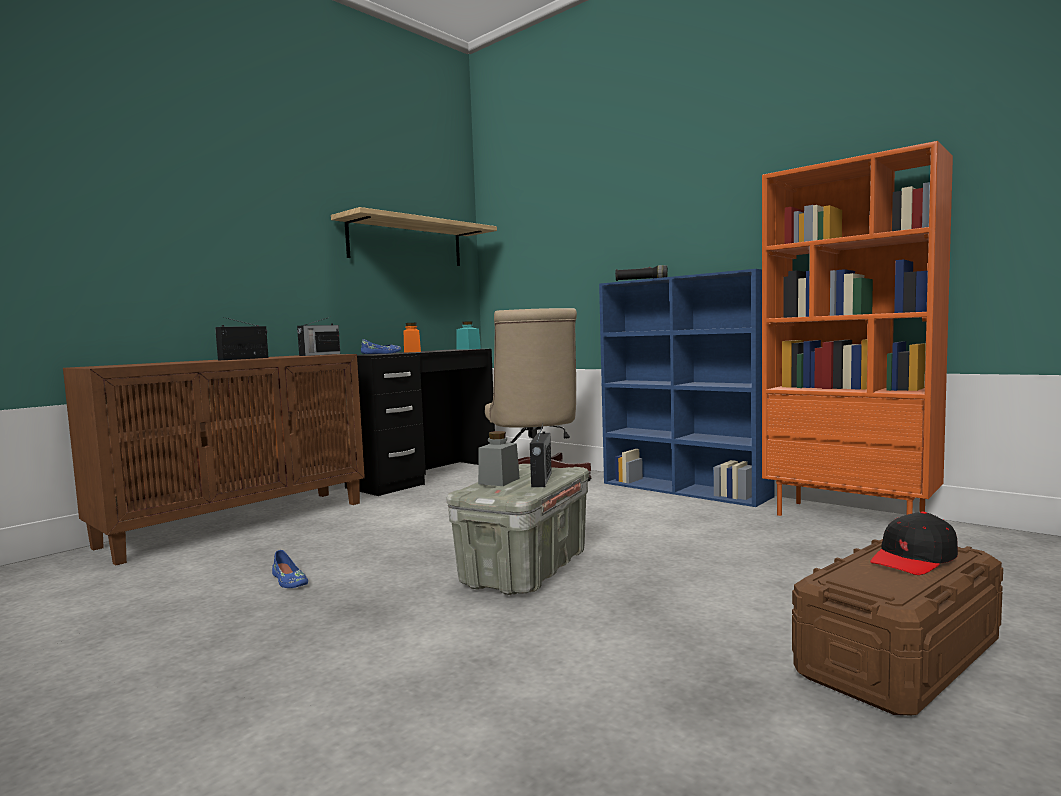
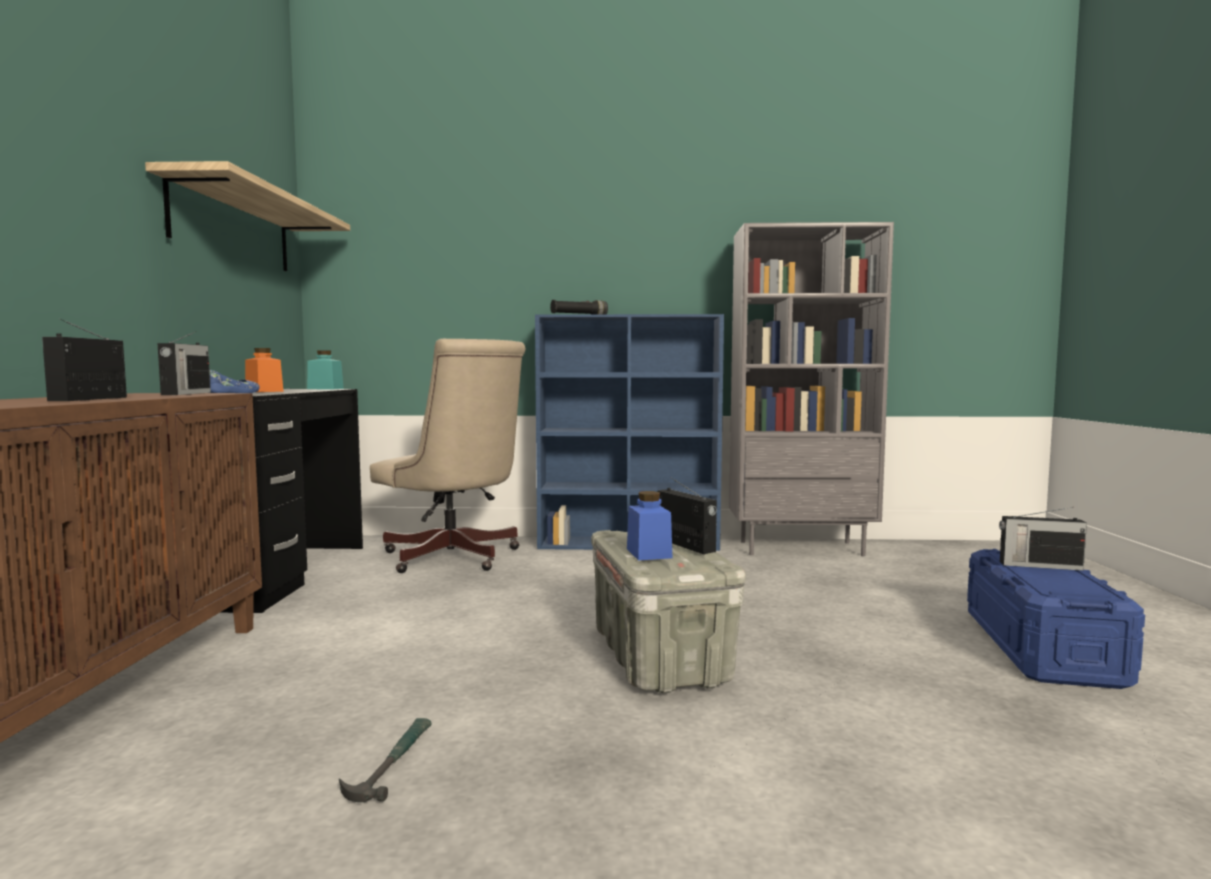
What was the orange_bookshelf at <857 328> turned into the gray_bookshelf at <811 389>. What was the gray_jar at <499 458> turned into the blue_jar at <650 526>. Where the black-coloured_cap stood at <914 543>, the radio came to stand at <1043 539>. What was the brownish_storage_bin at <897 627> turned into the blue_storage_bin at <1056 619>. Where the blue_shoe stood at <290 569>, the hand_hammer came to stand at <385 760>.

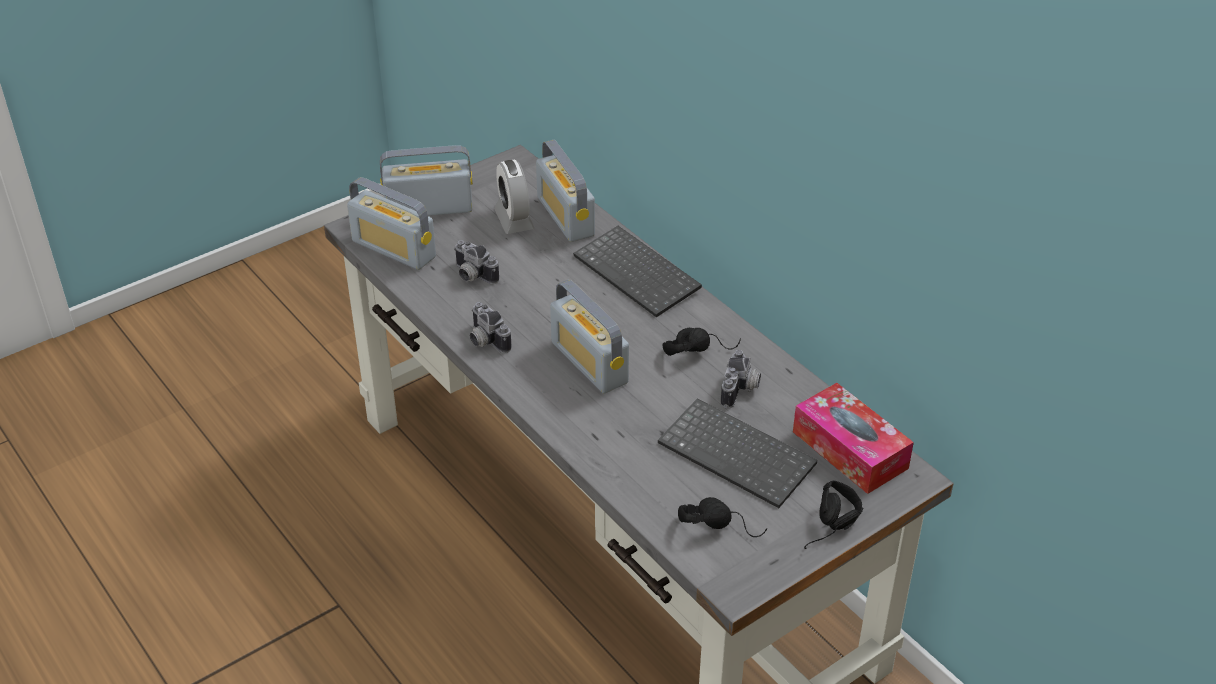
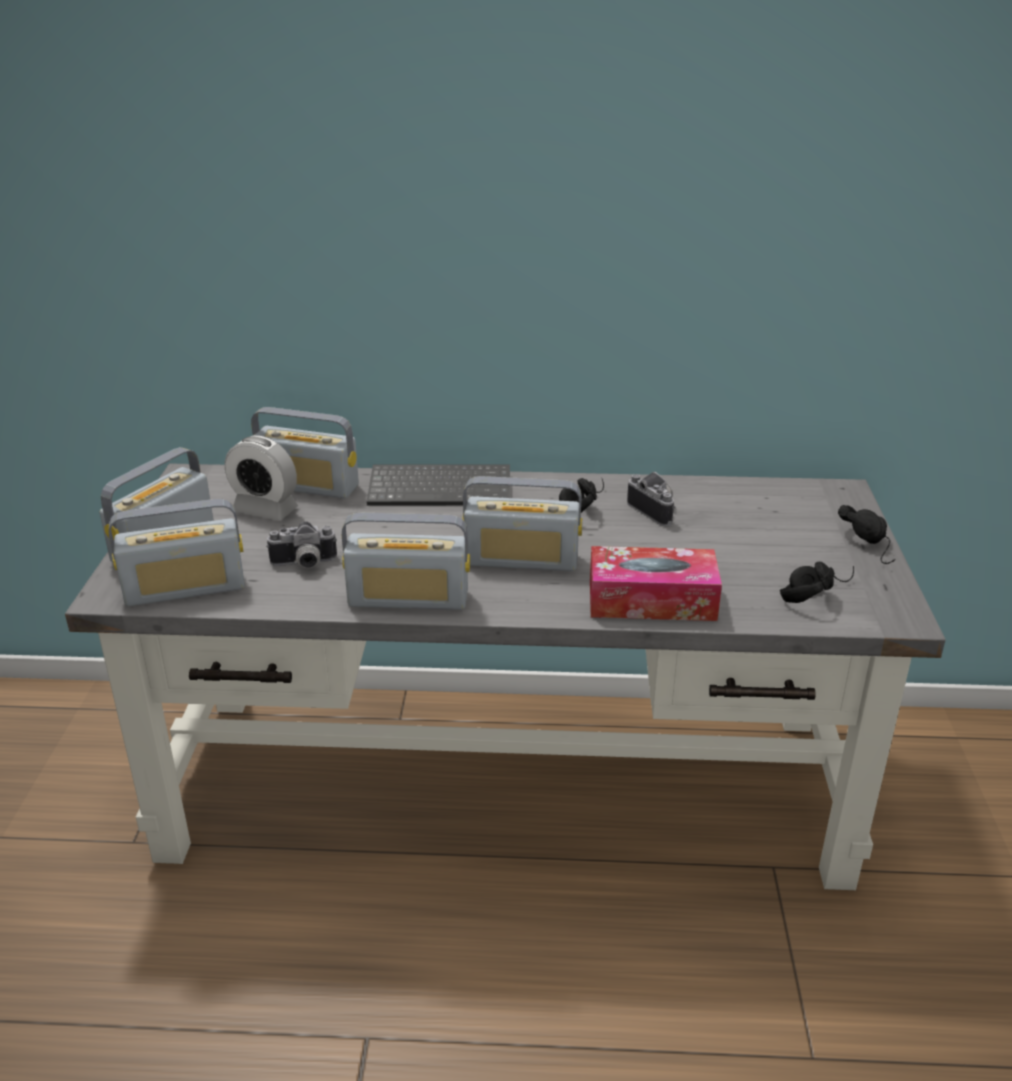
Where the still_camera stood at <491 327>, the radio came to stand at <406 561>. The tissue_holder ended up elsewhere, having gone from <853 438> to <656 583>. The second view lost the keyboard at <737 453>.

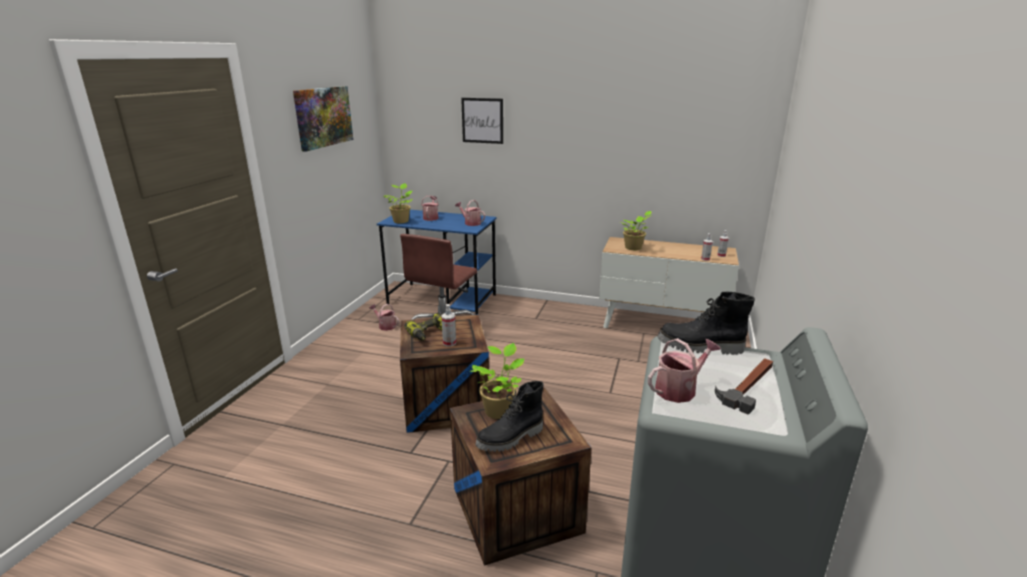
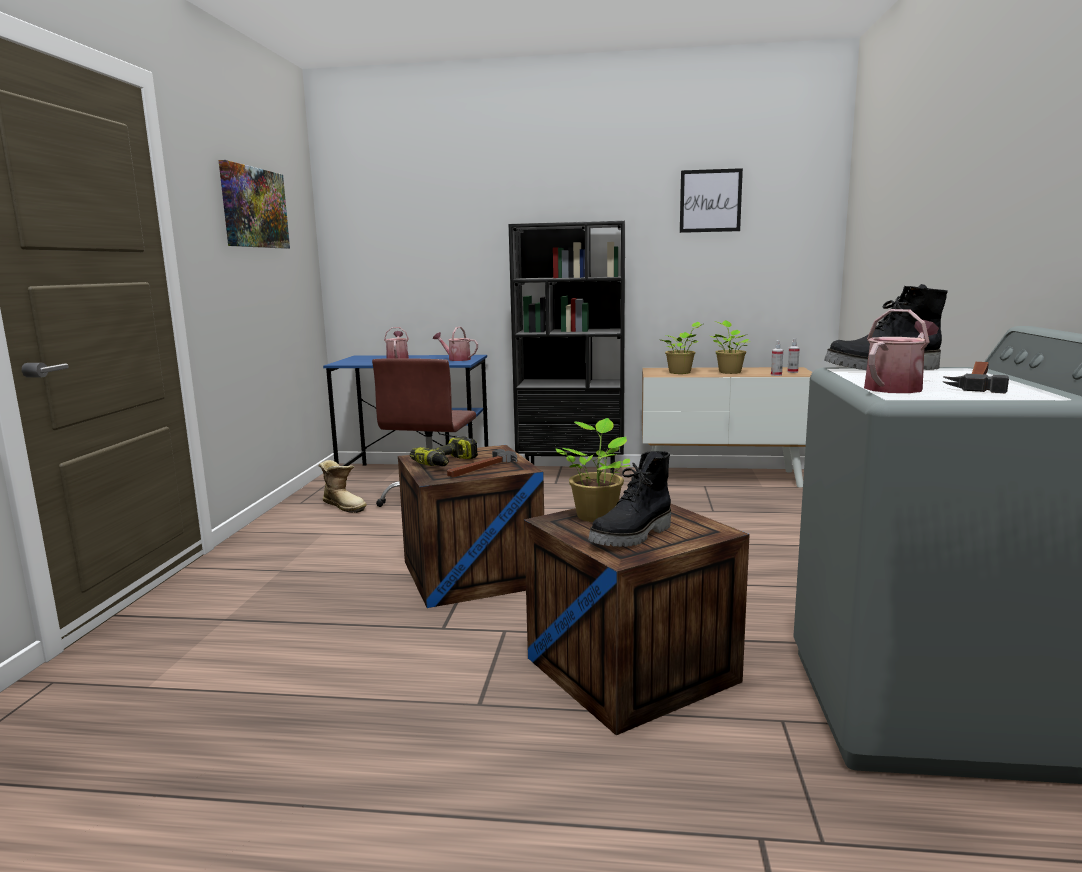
The wall_art ended up elsewhere, having gone from <482 121> to <711 200>. The houseplant ended up elsewhere, having gone from <398 203> to <731 347>. Where the watering_can stood at <384 317>, the tall_boot came to stand at <343 486>. Where the spray_bottle stood at <448 325>, the hand_hammer came to stand at <482 463>. The second view gained the black-coloured_bookshelf at <566 347>.

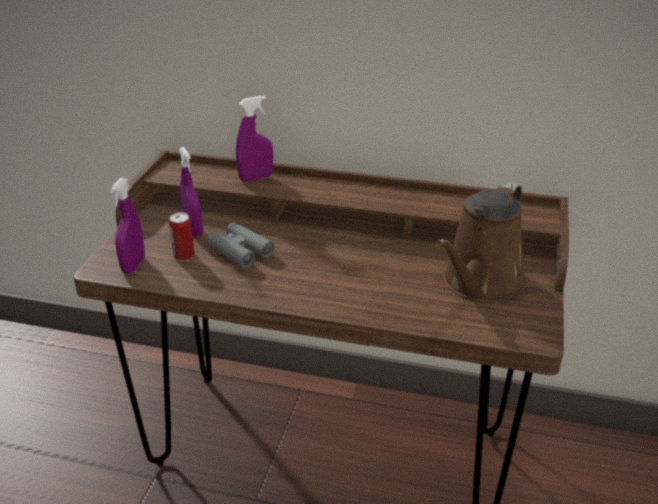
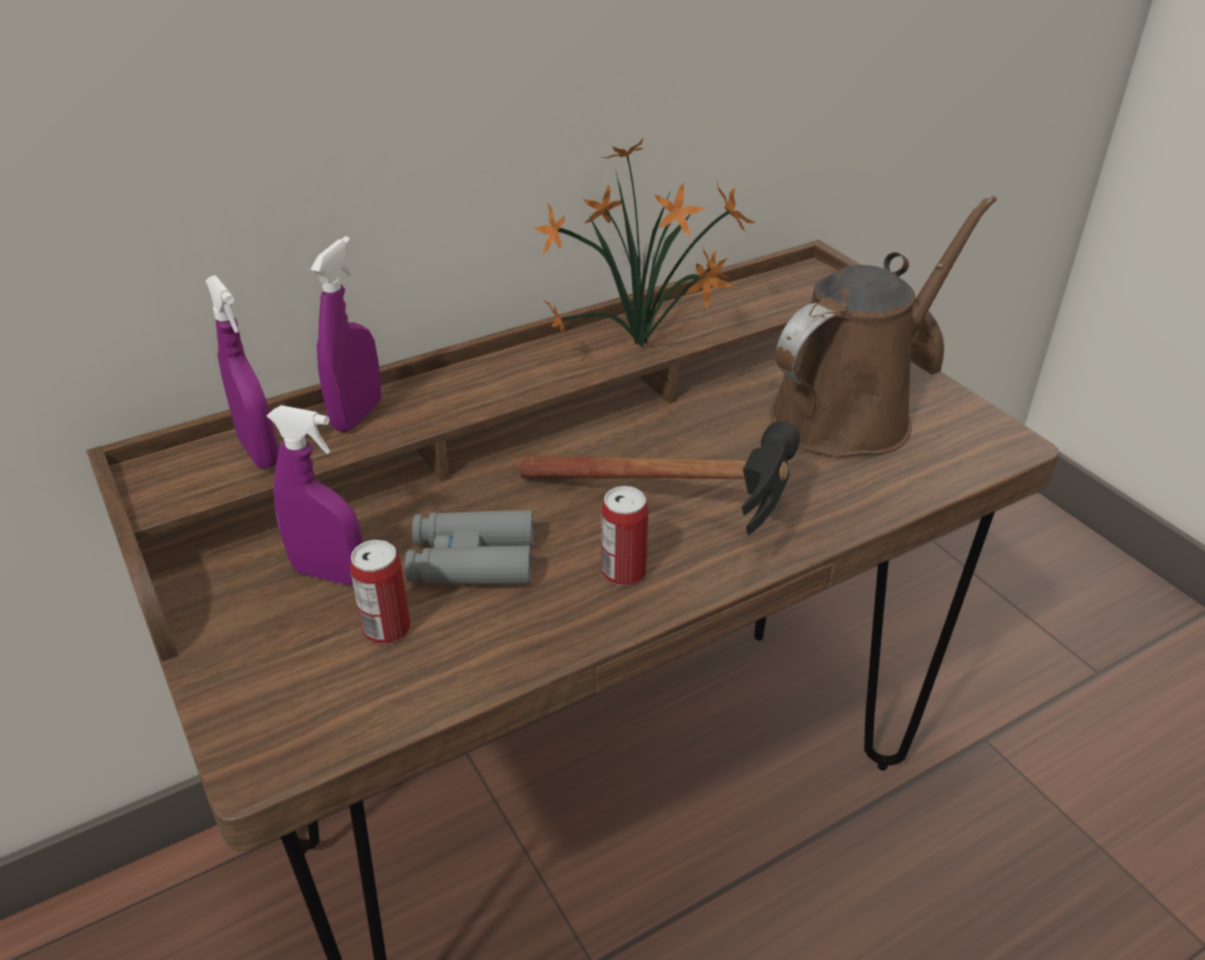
The purplish_spray_bottle ended up elsewhere, having gone from <127 226> to <242 371>. The brownish_watering_can at <481 242> ended up facing another way, 120 degrees counterclockwise from before. The second view gained the houseplant at <645 243>. The second view gained the hand_hammer at <659 478>. The second view gained the metal_can at <625 536>.

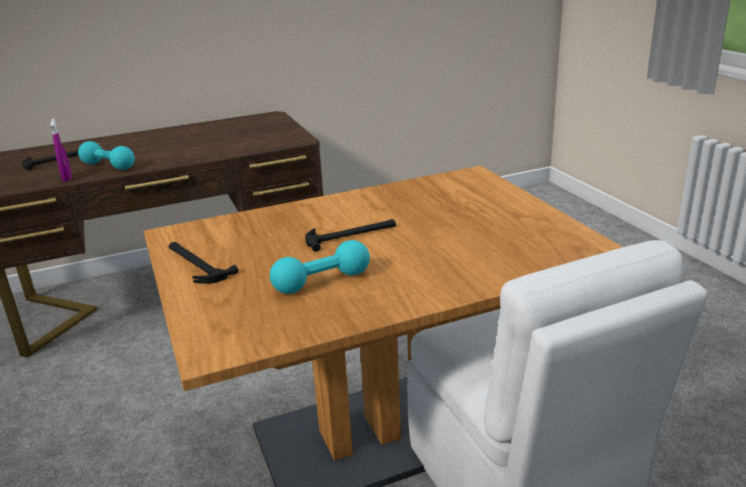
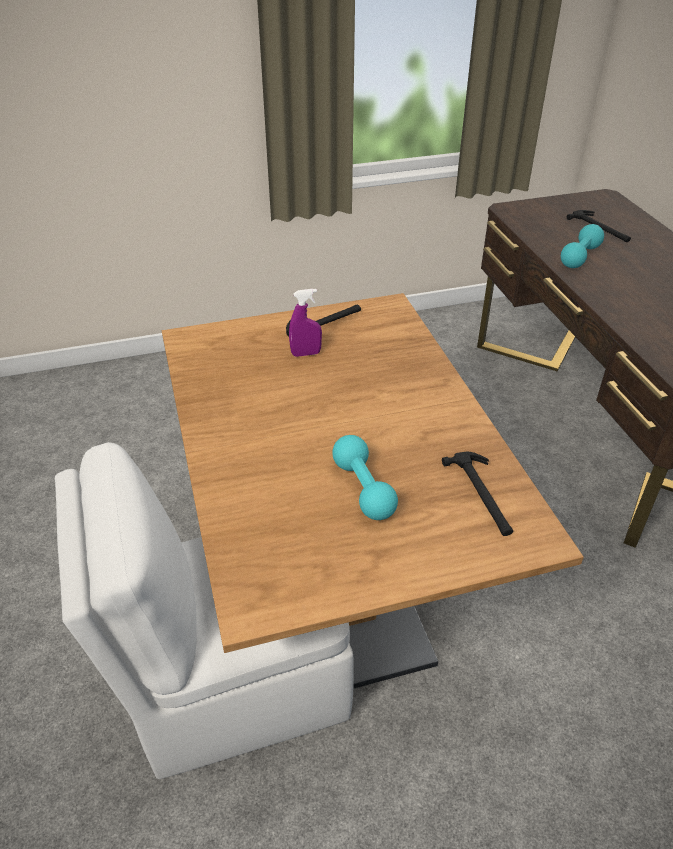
The purplish_spray_bottle ended up elsewhere, having gone from <61 150> to <305 323>. The hand_hammer ended up elsewhere, having gone from <350 235> to <477 494>. The turquoise-coloured_hand_weight ended up elsewhere, having gone from <320 267> to <365 477>.

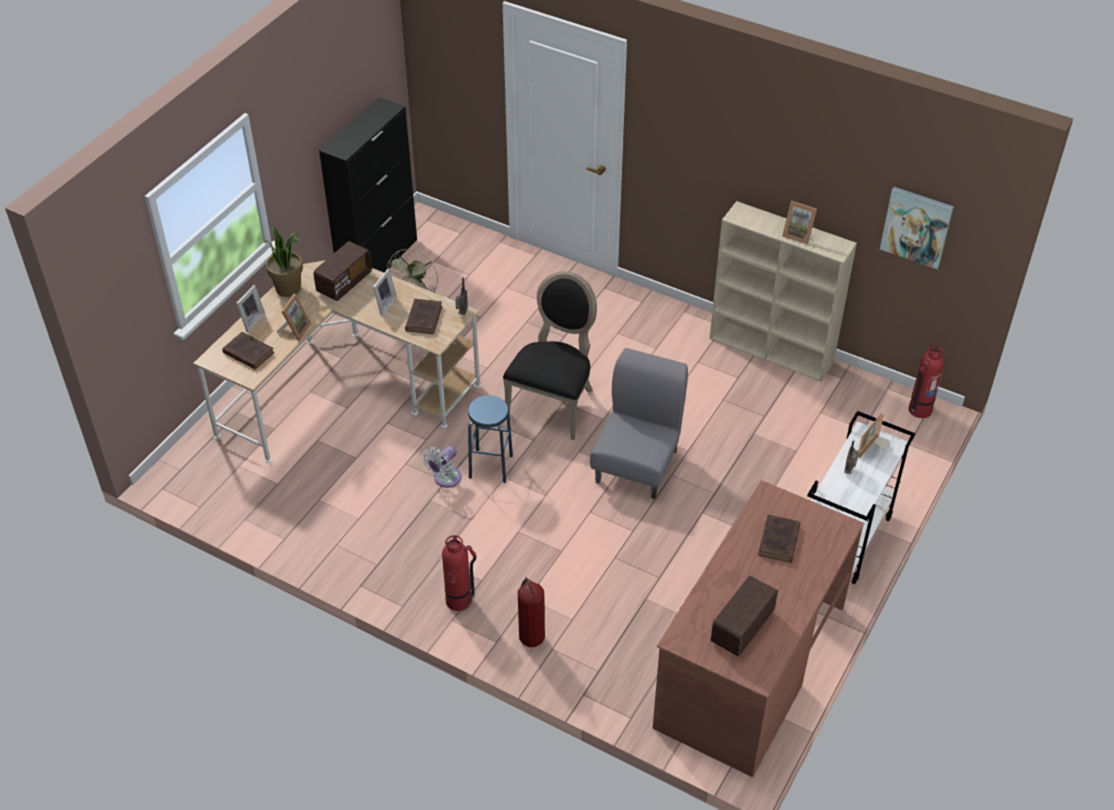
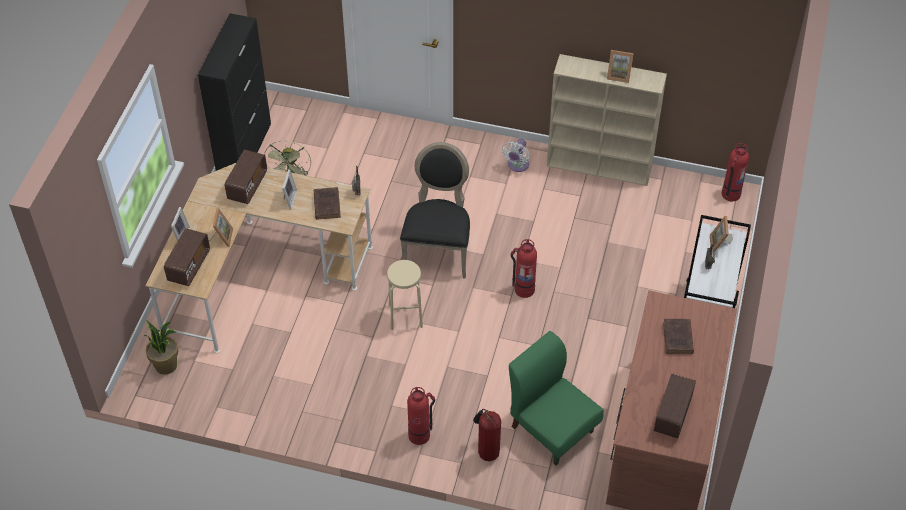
The second view lost the wall_art at <917 228>. The houseplant ended up elsewhere, having gone from <284 261> to <161 347>. Where the brownish_book stood at <248 350>, the radio came to stand at <187 257>. Where the gray_upright_chair stood at <639 423>, the extinguisher came to stand at <524 268>. What was the blue_stool at <490 439> turned into the beige_stool at <405 295>. The white_cooling_fan ended up elsewhere, having gone from <442 467> to <516 155>. The second view gained the green-coloured_upright_chair at <556 398>.

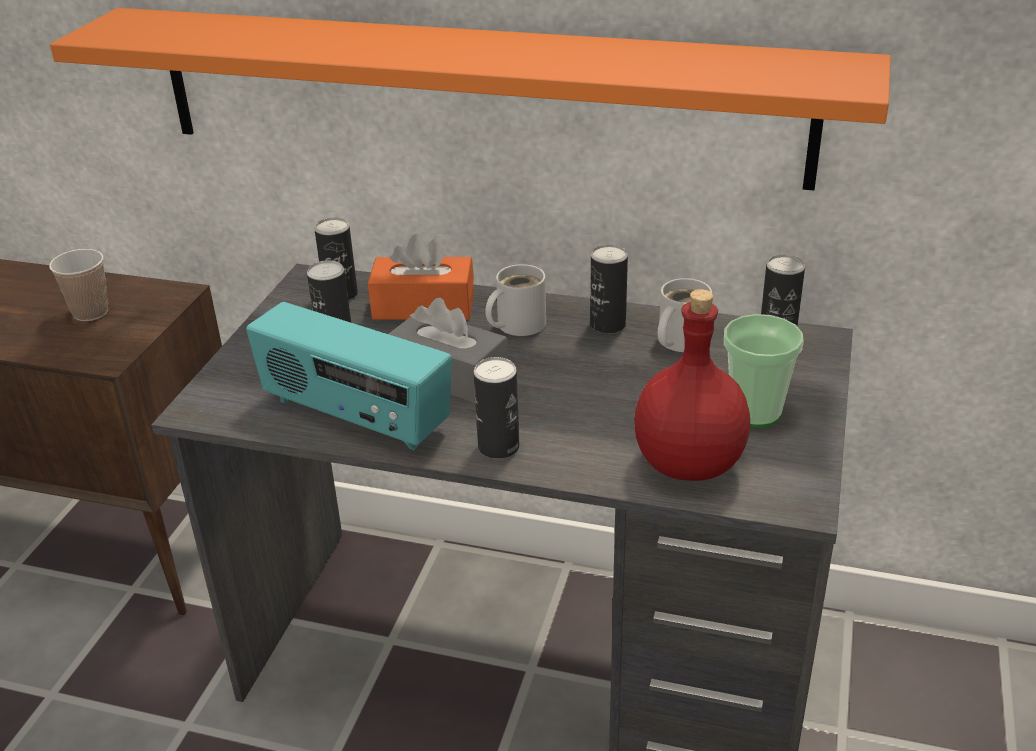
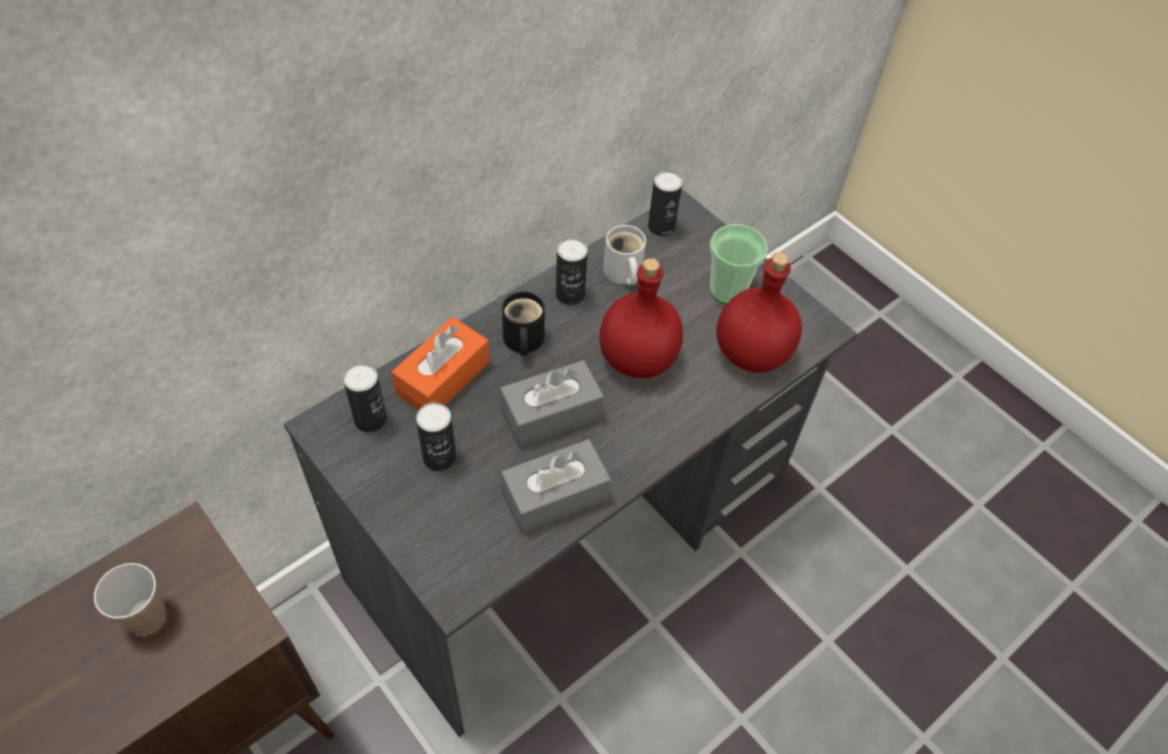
The second view lost the orange_shelf at <470 99>. What was the white_mug at <515 300> turned into the black-coloured_mug at <523 323>. Where the radio stood at <349 376>, the gray_tissue_holder came to stand at <556 486>. The second view lost the metal_can at <496 408>. The second view gained the red-coloured_beverage_bottle at <641 318>.

